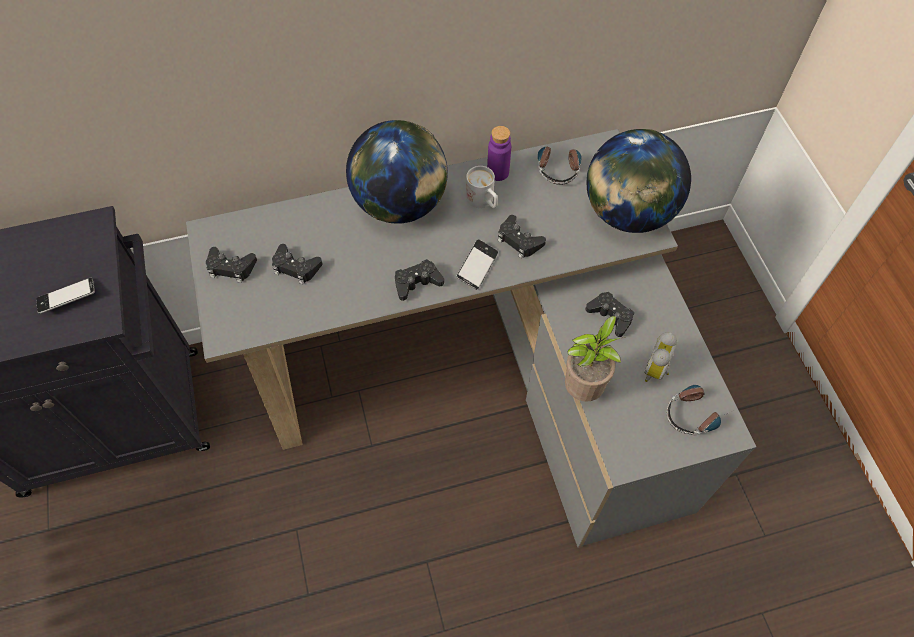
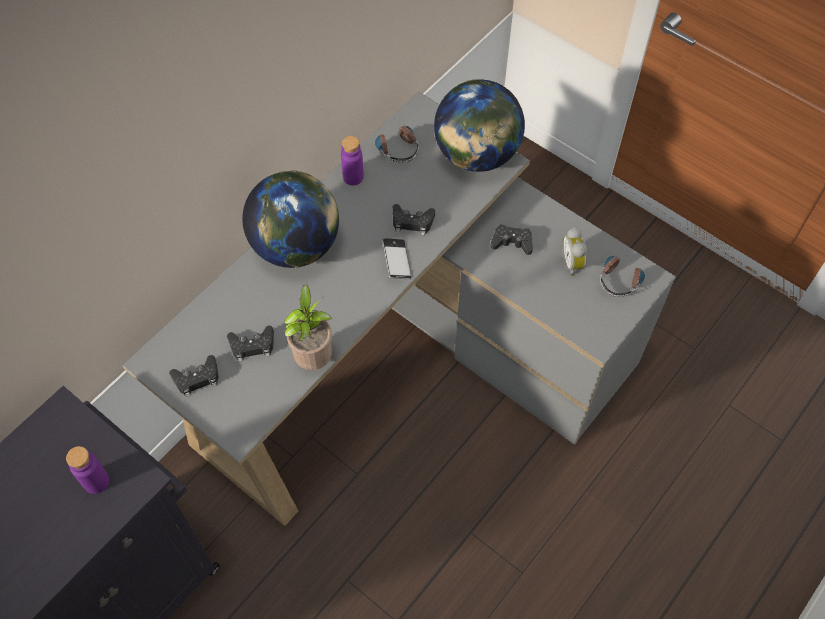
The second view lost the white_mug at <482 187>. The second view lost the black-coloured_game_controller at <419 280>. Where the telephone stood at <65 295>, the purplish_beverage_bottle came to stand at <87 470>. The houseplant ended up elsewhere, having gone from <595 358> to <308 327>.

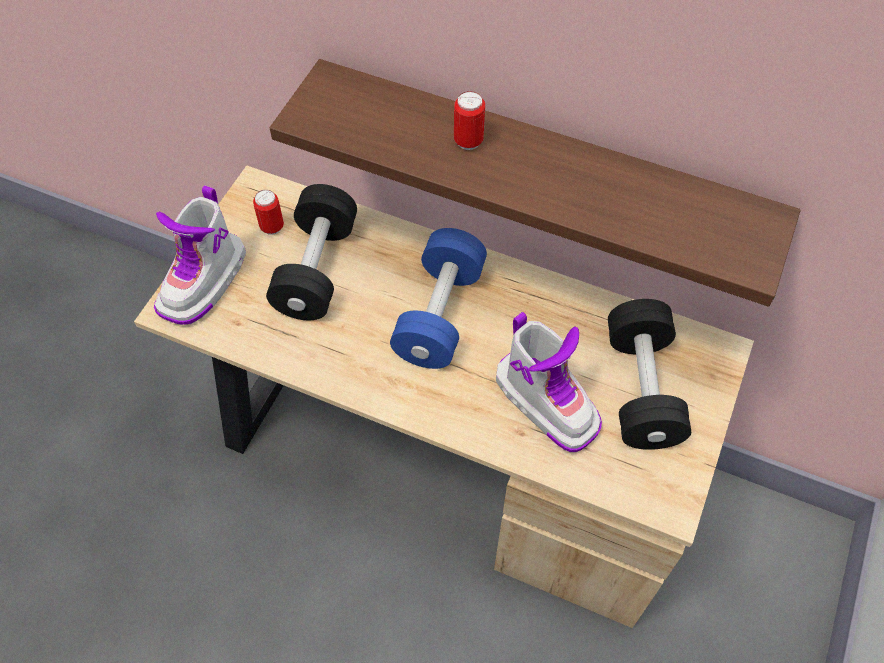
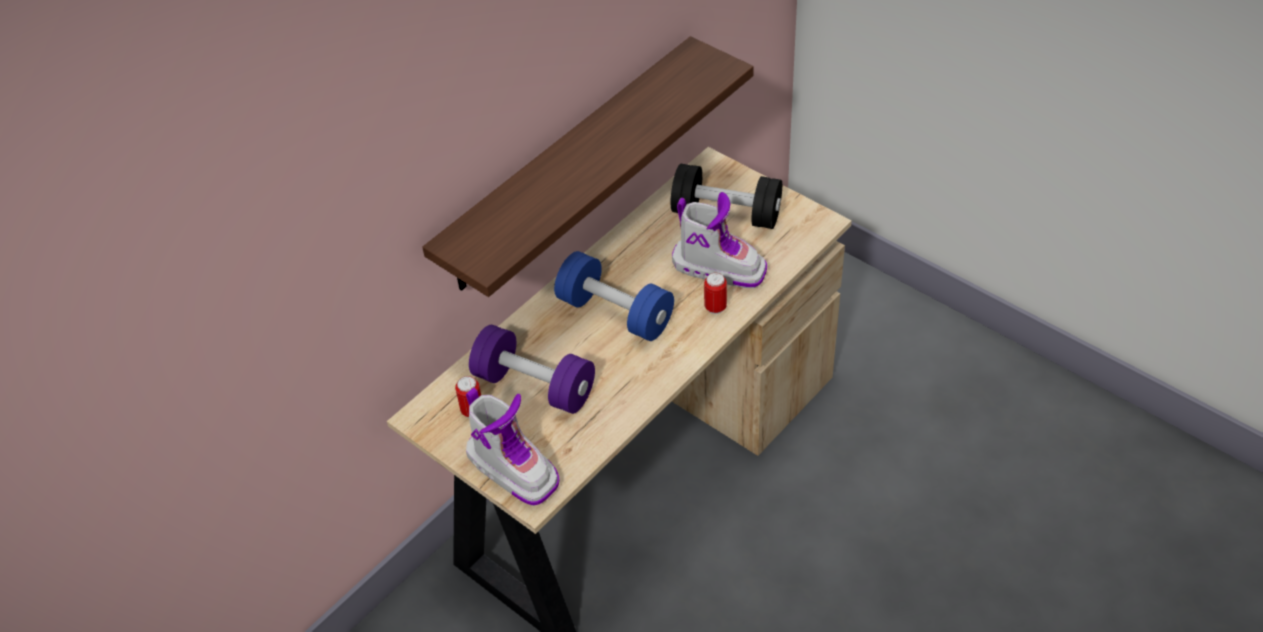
The metal_can ended up elsewhere, having gone from <469 120> to <715 293>. What was the black-coloured_hand_weight at <311 252> turned into the purplish_hand_weight at <532 369>. The tall_boot at <549 382> ended up facing another way, 45 degrees clockwise from before.

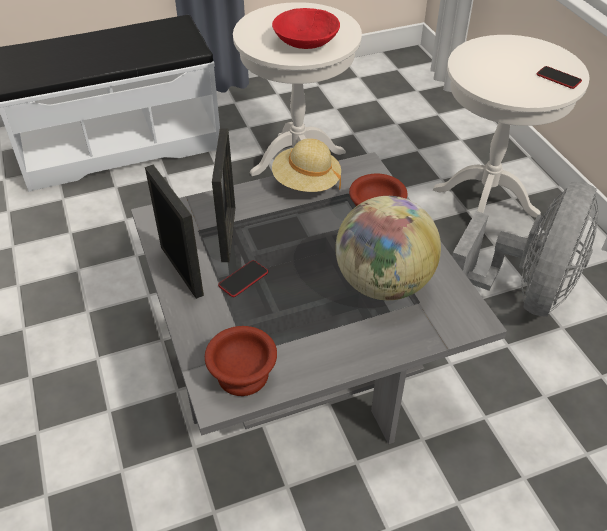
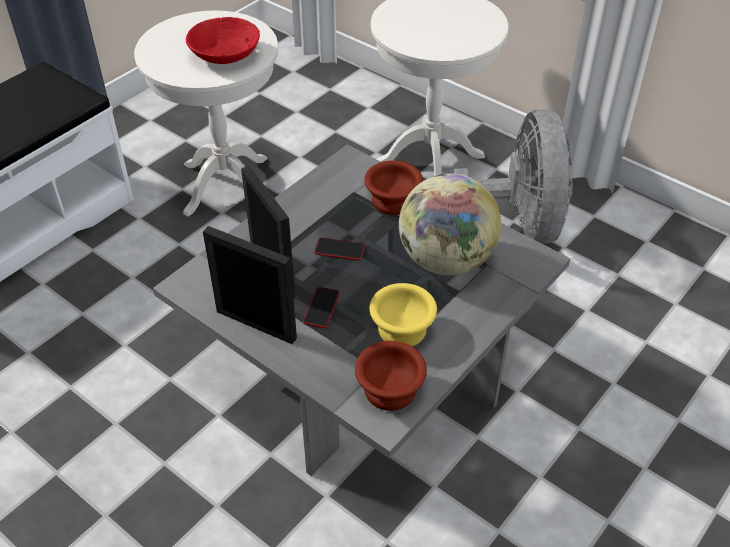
The telephone ended up elsewhere, having gone from <559 77> to <339 248>. The second view lost the beige_clothing_hat at <306 165>. The second view gained the yellowish_serving_bowl at <403 314>.

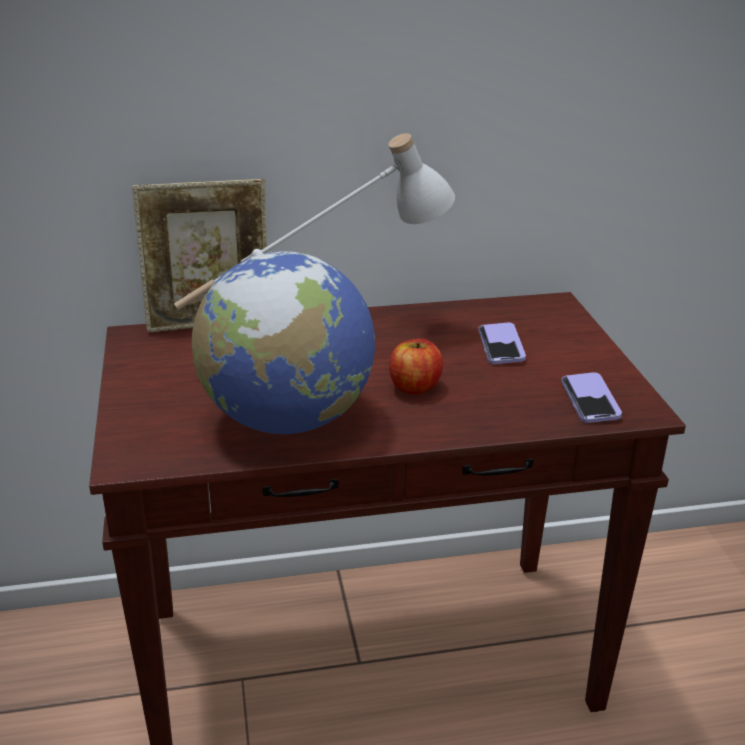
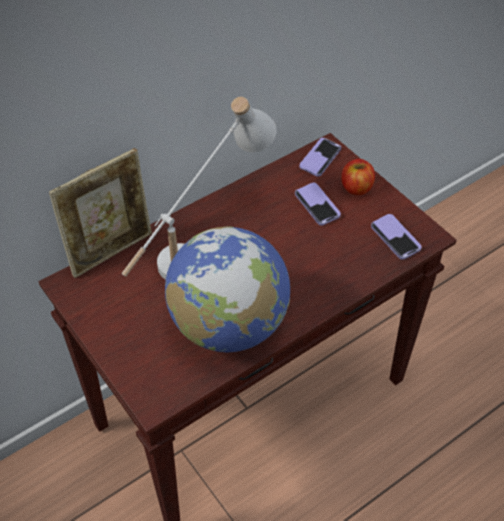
The whole_apple ended up elsewhere, having gone from <416 366> to <358 177>. The second view gained the telephone at <320 157>.

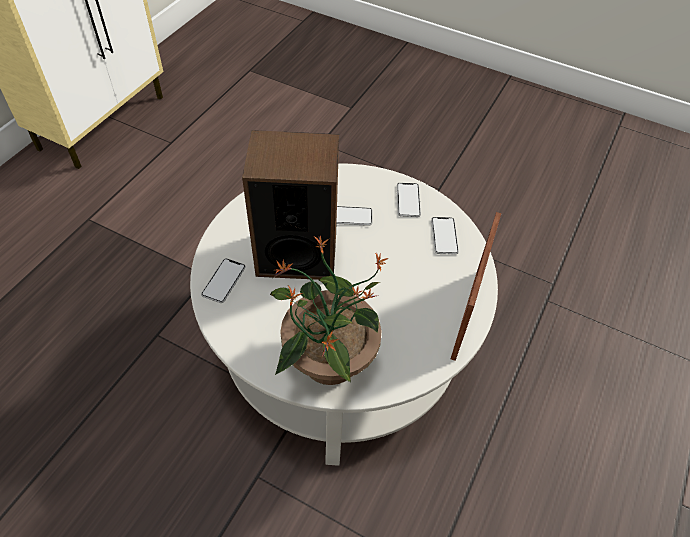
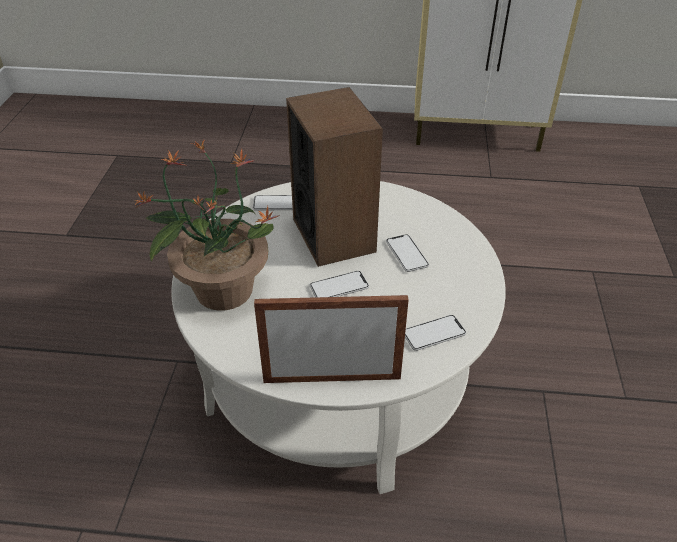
The telephone ended up elsewhere, having gone from <409 200> to <339 284>.

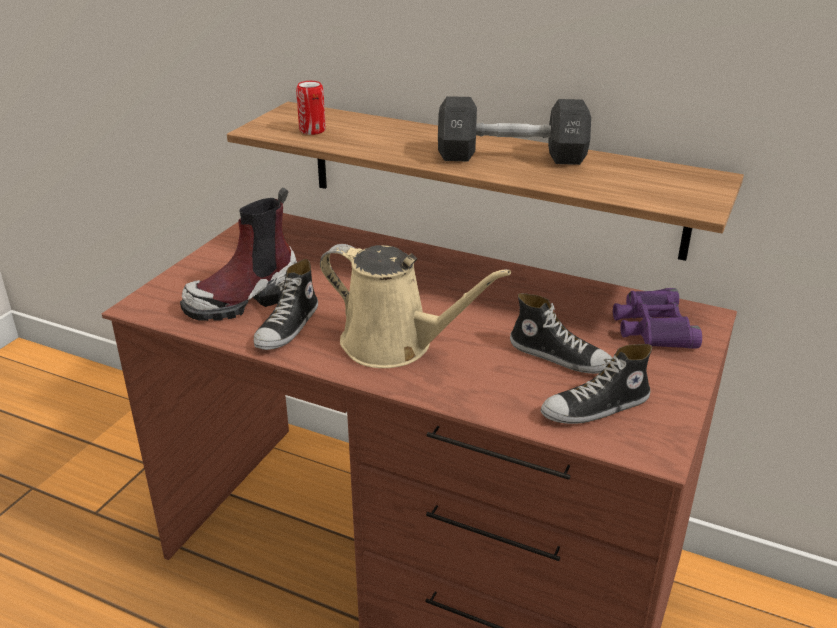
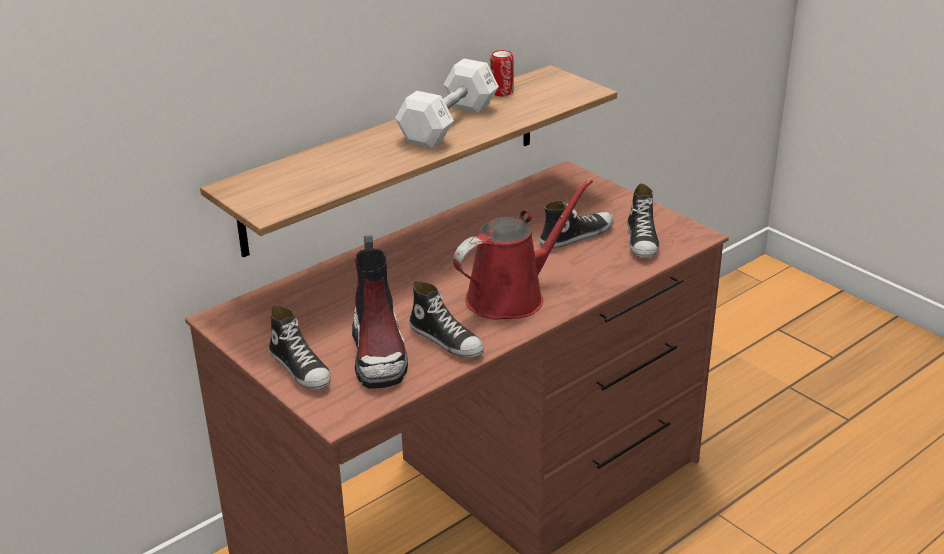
The metal_can ended up elsewhere, having gone from <311 108> to <502 73>. What was the black-coloured_hand_weight at <514 130> turned into the white_hand_weight at <447 103>. What was the beige_watering_can at <415 306> turned into the red-coloured_watering_can at <523 249>. The second view lost the purplish_field_glasses at <657 318>. The second view gained the shoe at <300 347>.

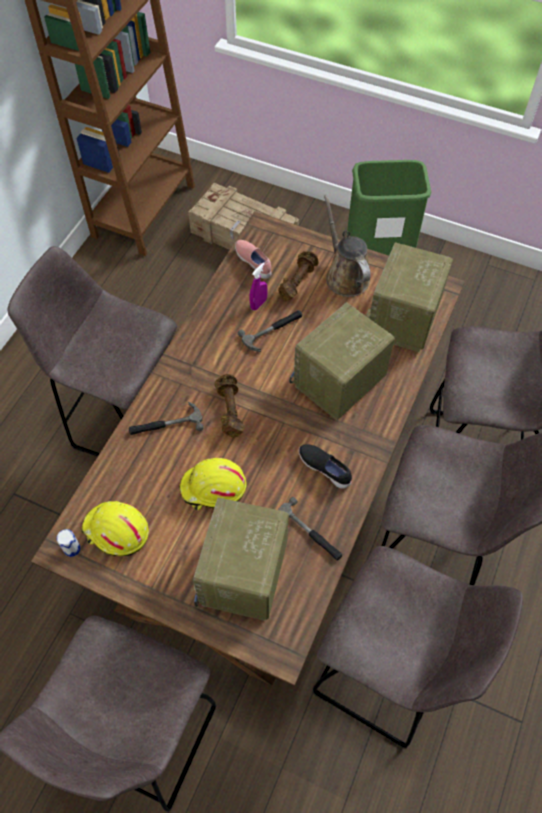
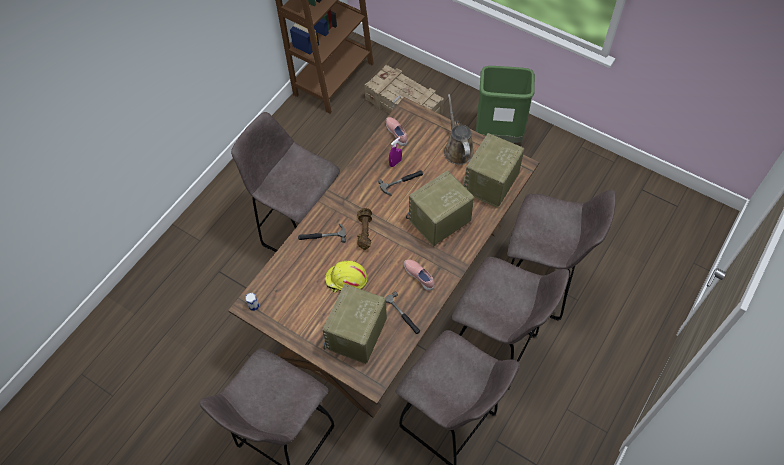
The second view lost the brownish_hand_weight at <298 276>. What was the black-coloured_shoe at <325 466> turned into the pink-coloured_shoe at <419 275>. The second view lost the yellowish_work_helmet at <115 528>.

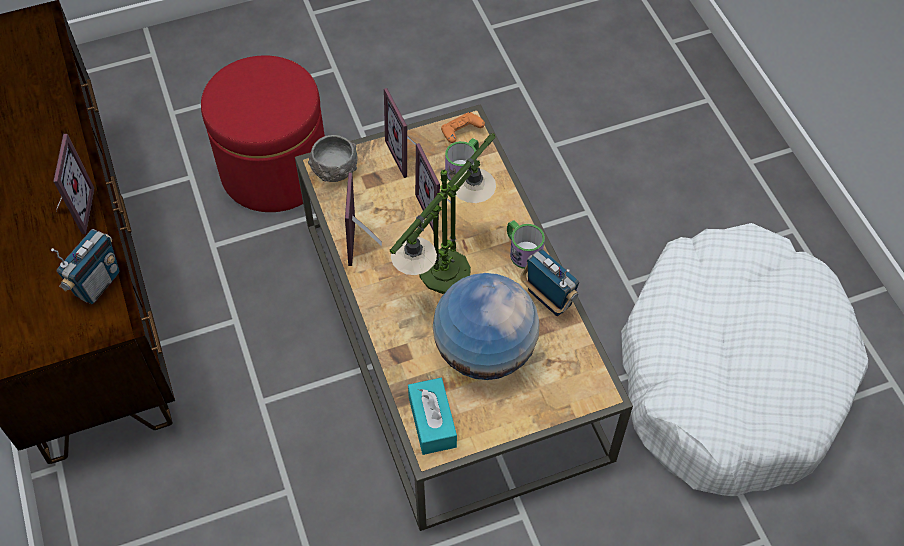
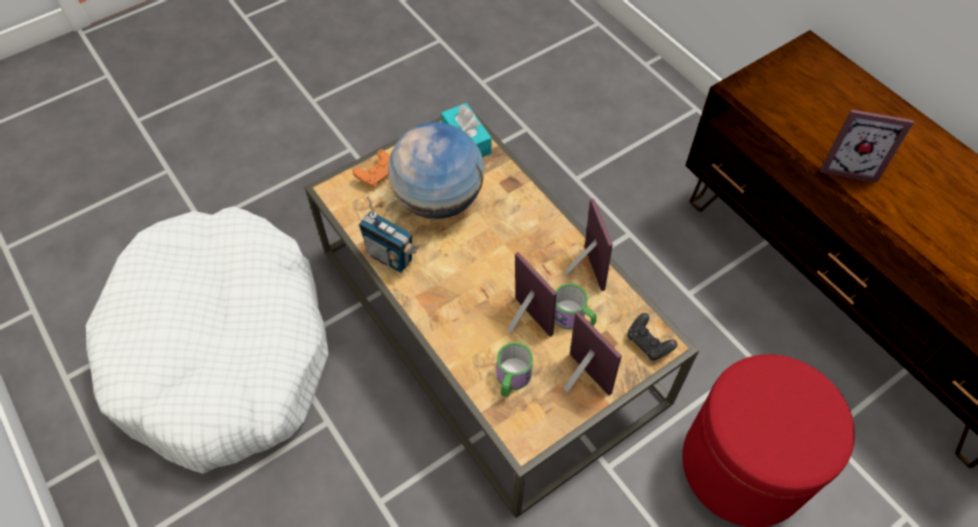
The orange_game_controller ended up elsewhere, having gone from <463 127> to <371 168>. The second view lost the lamp_for_a_table at <443 213>. The standing_frame at <73 184> ended up facing another way, 60 degrees counterclockwise from before. Where the gray_serving_bowl stood at <333 158>, the black-coloured_game_controller came to stand at <652 337>. The mug ended up elsewhere, having gone from <526 244> to <575 306>. The second view lost the radio at <85 266>.

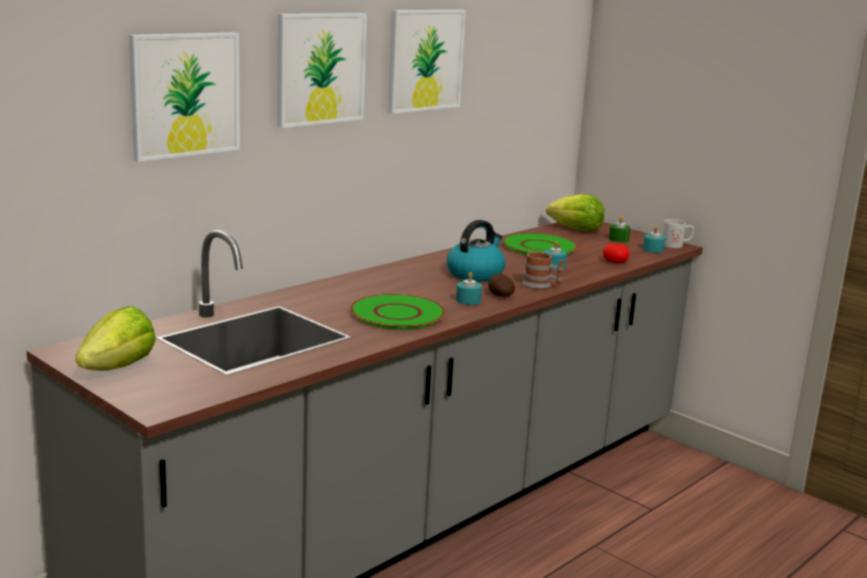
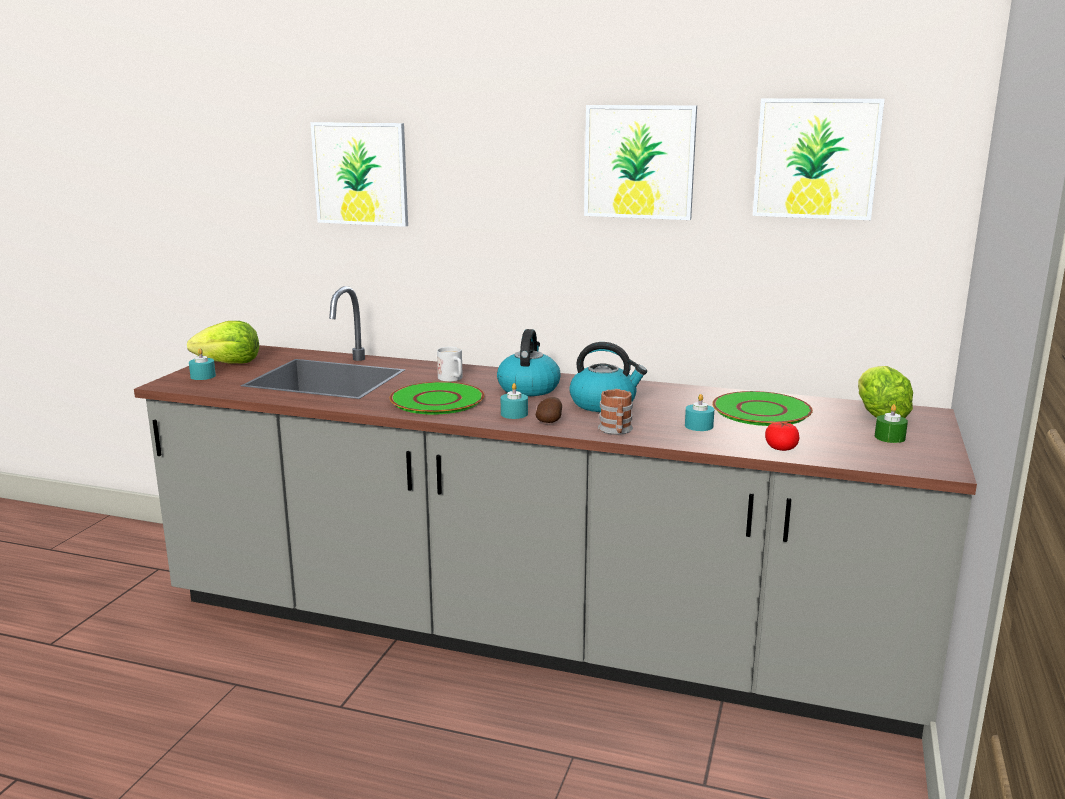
The wall_art ended up elsewhere, having gone from <322 70> to <819 159>. The white_mug ended up elsewhere, having gone from <678 233> to <450 364>. The turquoise-coloured_candle ended up elsewhere, having gone from <654 239> to <202 364>. The second view gained the water_kettle at <528 362>.

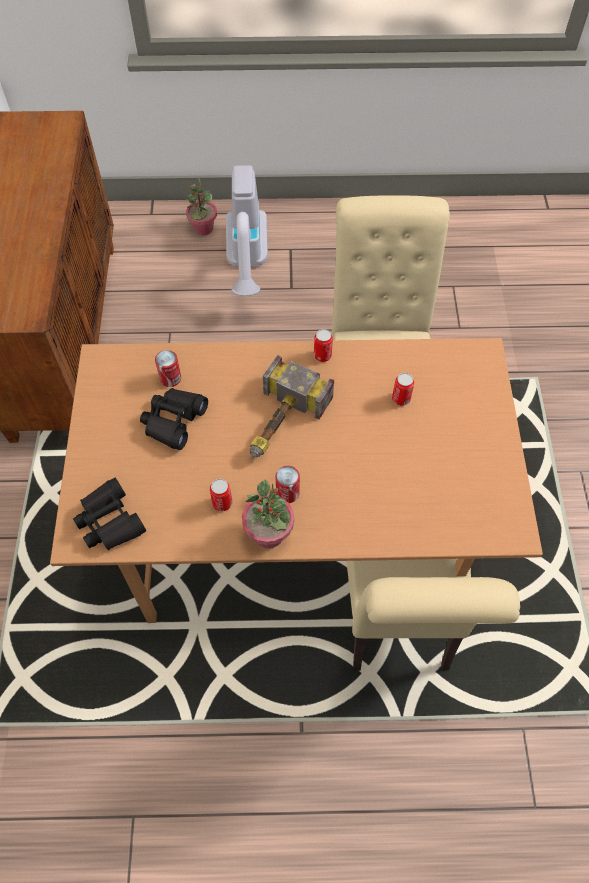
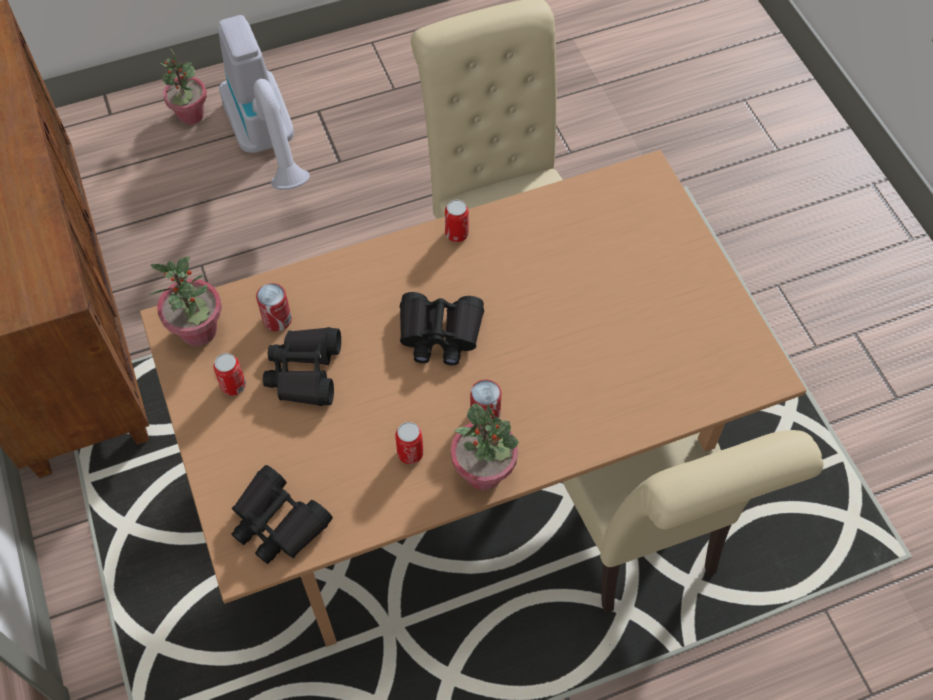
Where the hand_hammer stood at <292 406>, the black-coloured_field_glasses came to stand at <442 328>. The metal_can ended up elsewhere, having gone from <403 389> to <229 374>. The second view gained the houseplant at <185 301>.

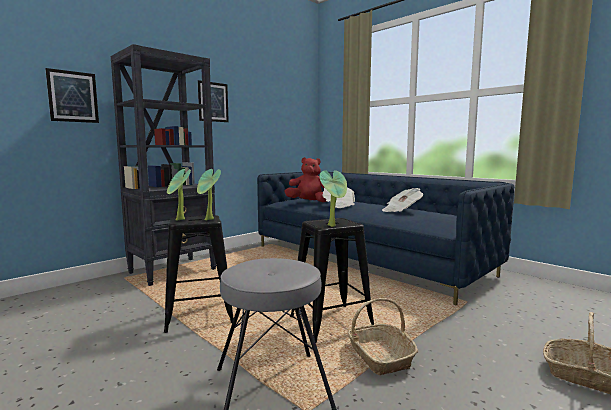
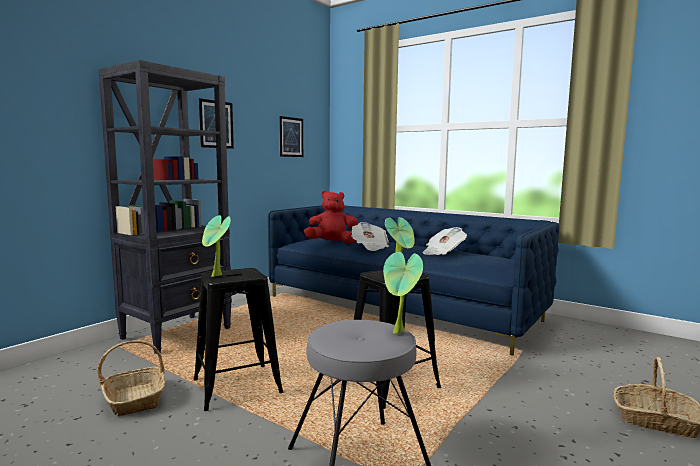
The wall_art ended up elsewhere, having gone from <72 95> to <291 136>. The houseplant ended up elsewhere, having gone from <209 194> to <403 293>. The storage_basket ended up elsewhere, having gone from <383 336> to <131 378>.

